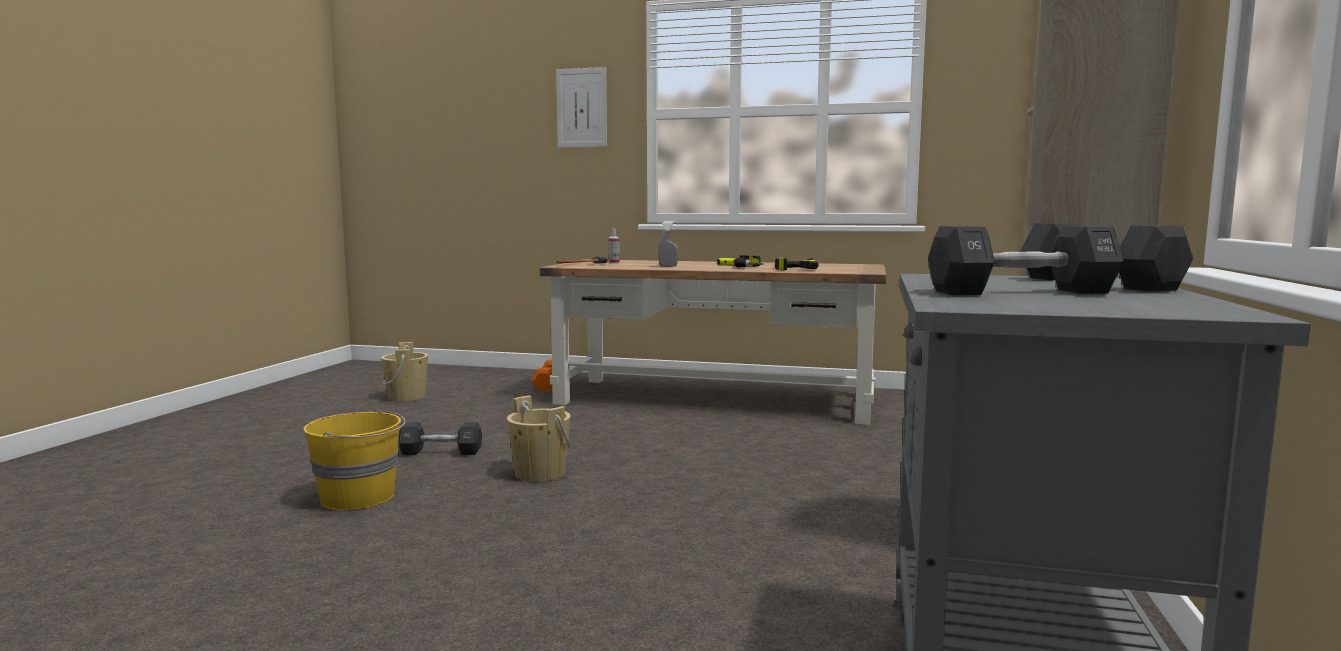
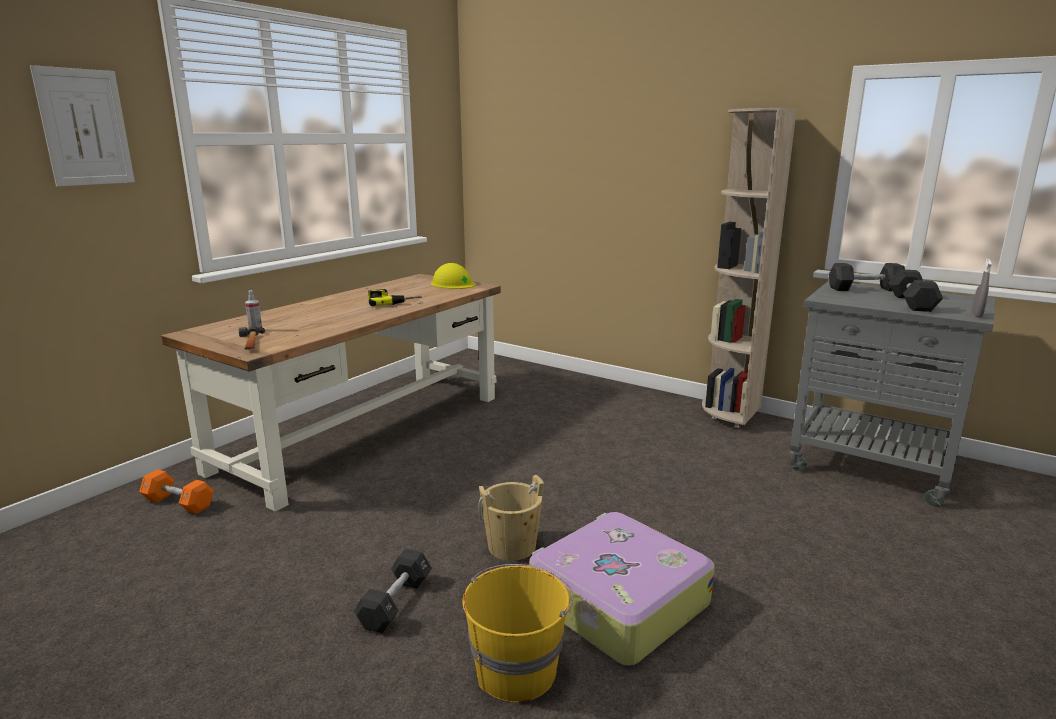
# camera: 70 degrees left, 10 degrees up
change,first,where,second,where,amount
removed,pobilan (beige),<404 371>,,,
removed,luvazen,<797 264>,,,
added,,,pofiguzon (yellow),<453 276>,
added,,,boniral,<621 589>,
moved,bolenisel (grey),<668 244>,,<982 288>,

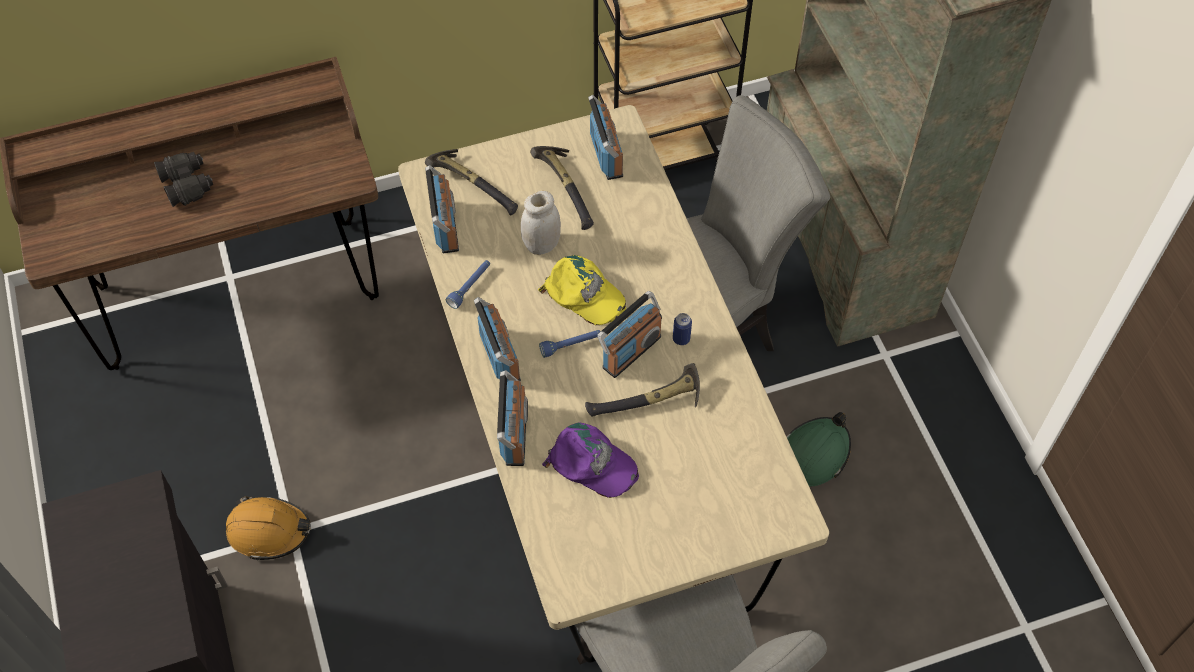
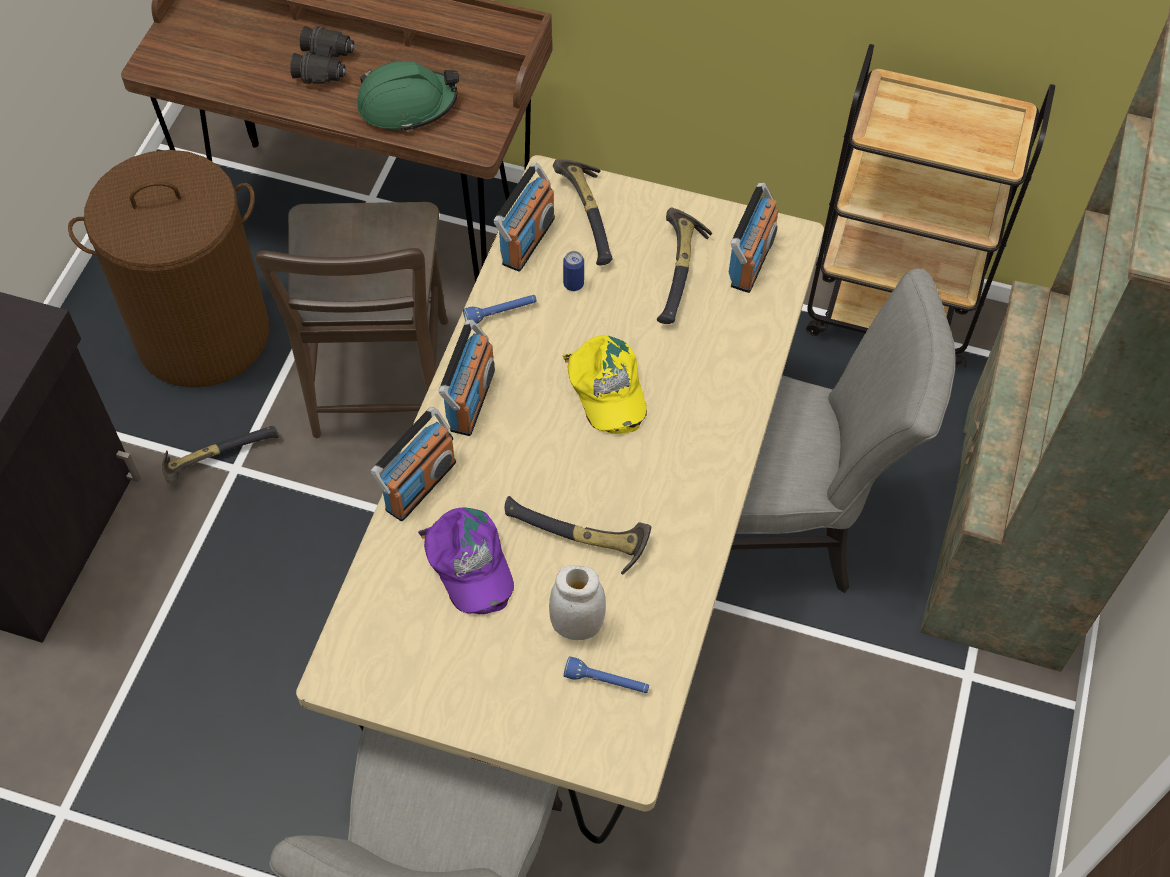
# camera: 35 degrees right, 0 degrees up
change,first,where,second,where,amount
removed,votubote,<629 334>,,,
added,,,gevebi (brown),<168 269>,
added,,,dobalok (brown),<351 320>,
moved,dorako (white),<541 223>,,<577 602>,
moved,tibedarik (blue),<569 344>,,<606 675>,
moved,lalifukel,<682 329>,,<573 271>,
moved,pofiguzon (green),<818 449>,,<408 96>,
replaced,pofiguzon (orange),<268 528>,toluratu,<220 454>,

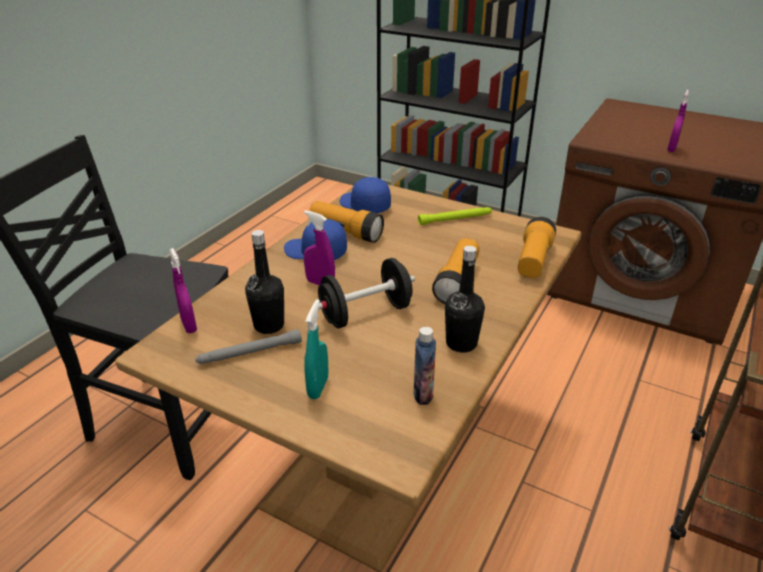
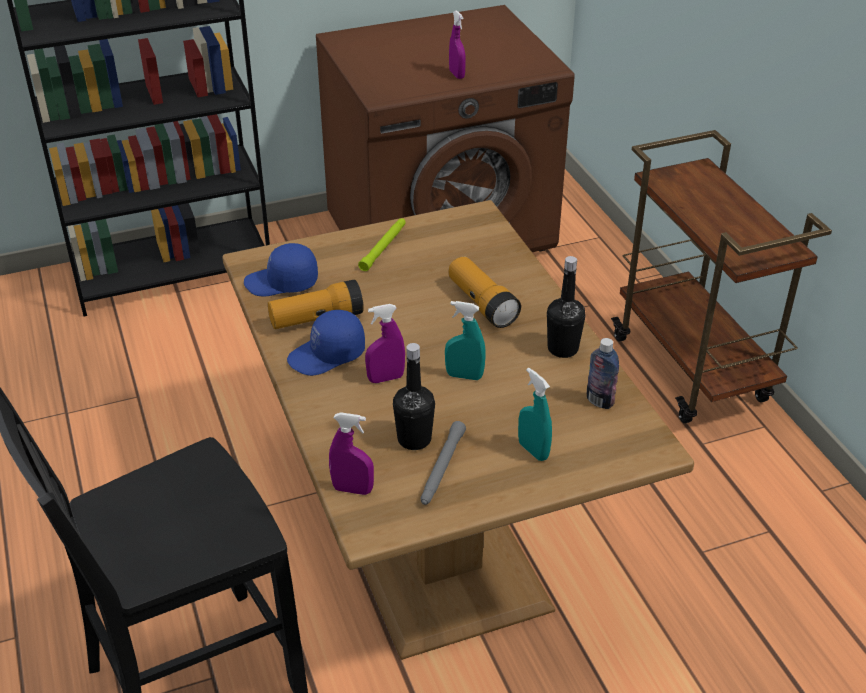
# camera: 50 degrees left, 5 degrees up
change,first,where,second,where,amount
removed,tibedarik,<537 247>,,,
replaced,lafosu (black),<366 293>,bolenisel (turquoise),<465 340>,

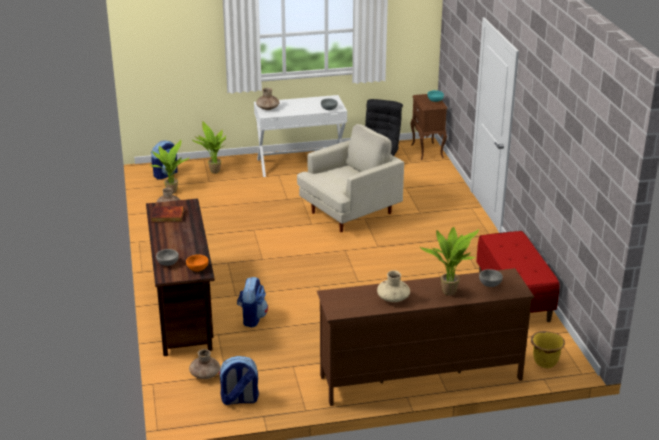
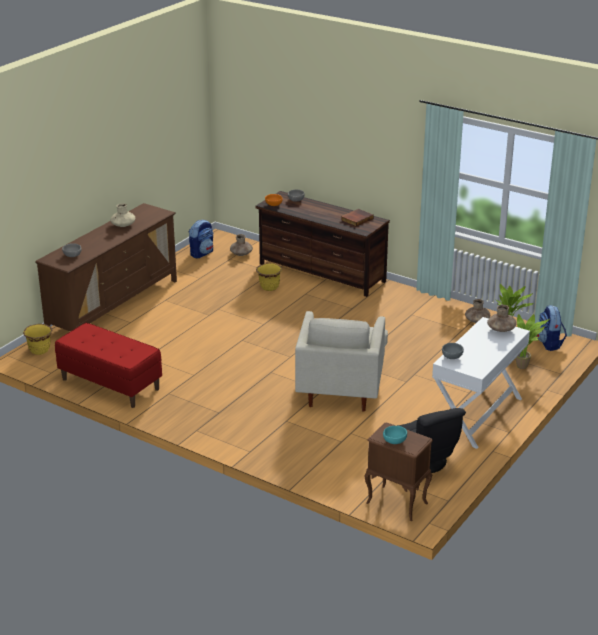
# camera: 135 degrees right, 0 degrees up
change,first,where,second,where,amount
removed,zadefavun,<449 261>,,,
replaced,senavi,<252 302>,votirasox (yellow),<269 277>,

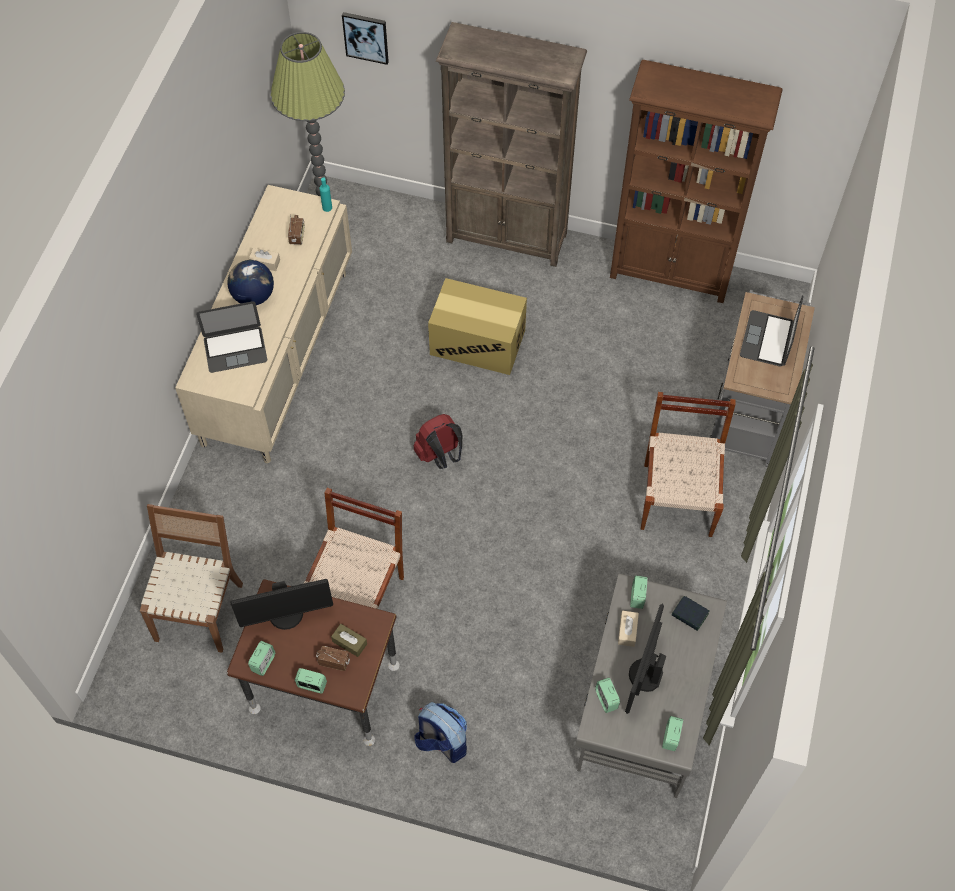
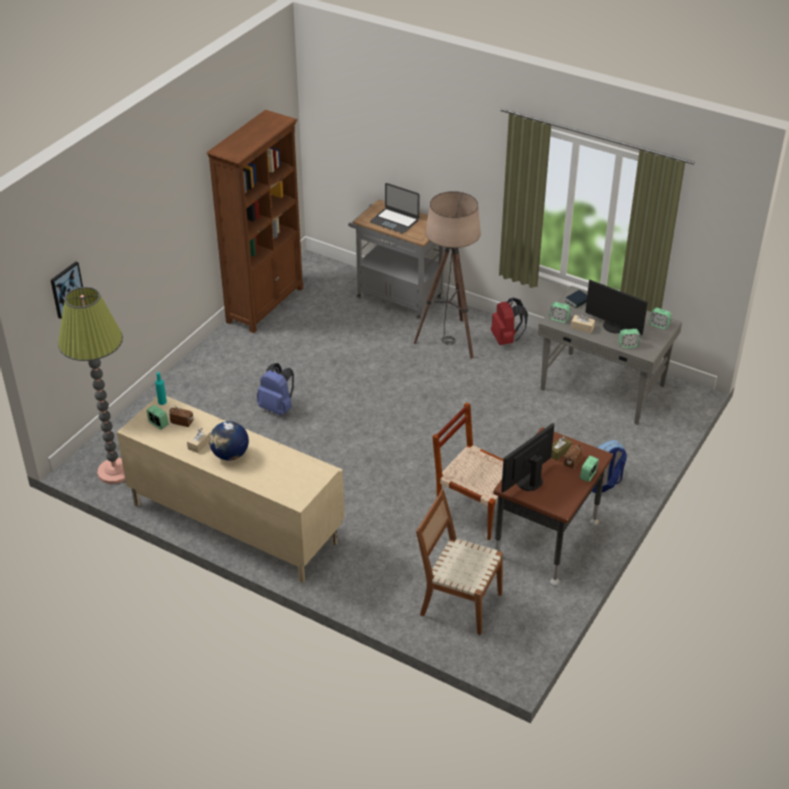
# camera: 75 degrees left, 20 degrees down
change,first,where,second,where,amount
removed,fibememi,<231 337>,,,
removed,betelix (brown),<511 144>,,,
moved,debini,<261 658>,,<158 417>,
moved,senavi (red),<438 441>,,<509 321>,
replaced,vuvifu,<477 326>,senavi (blue),<275 389>,
replaced,dobalok,<688 464>,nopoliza,<447 275>,
turned,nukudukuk,<281 604>,,<527 458>,135 degrees counterclockwise

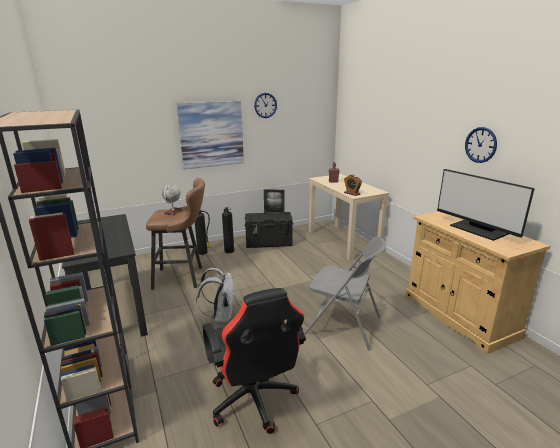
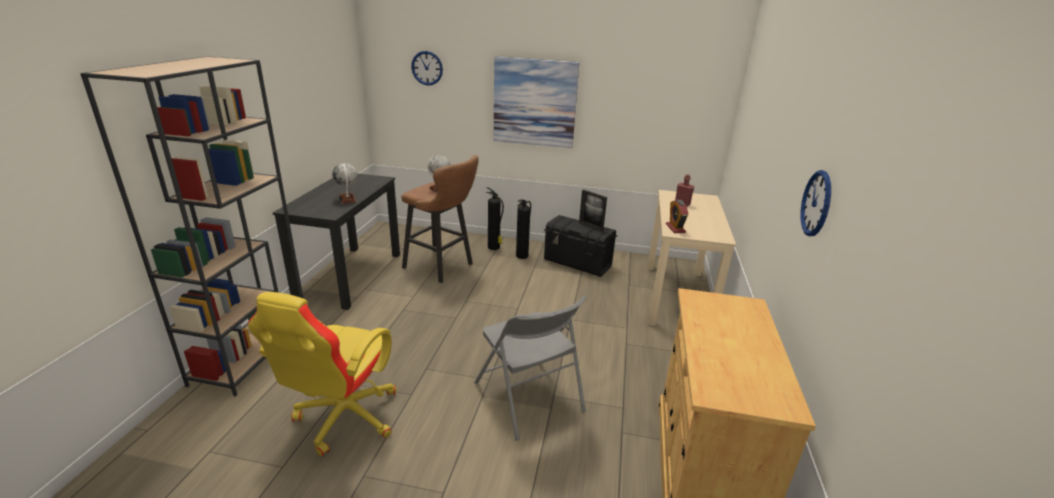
# camera: 35 degrees right, 5 degrees up
change,first,where,second,where,amount
removed,senavi (white),<216 295>,,,
removed,nukudukuk,<486 205>,,,
added,,,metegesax,<344 183>,
moved,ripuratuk,<265 105>,,<427 68>,
recoloured,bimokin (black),<254 361>,bimokin (yellow),<322 374>,

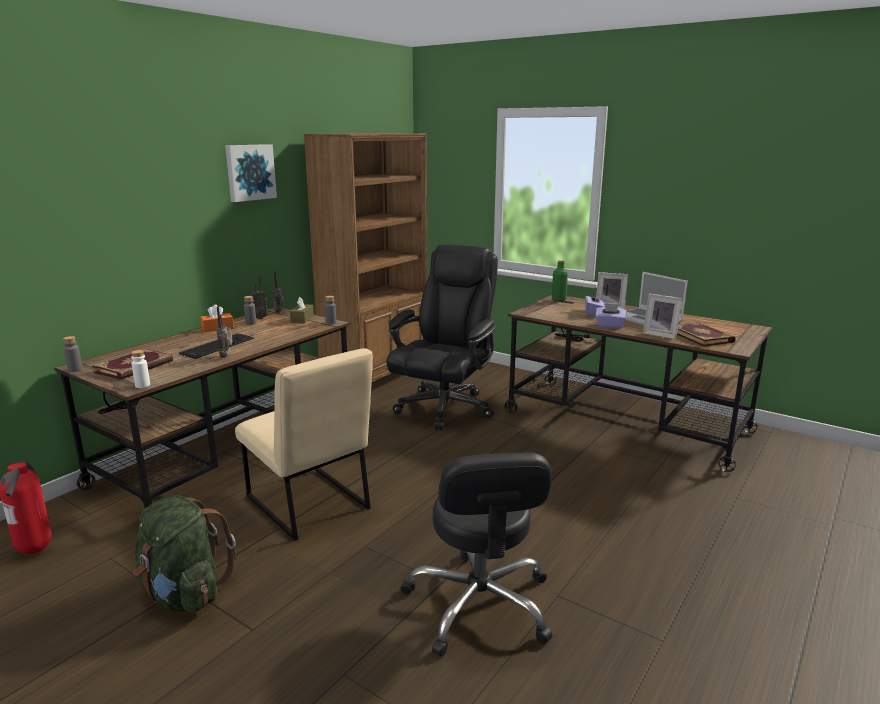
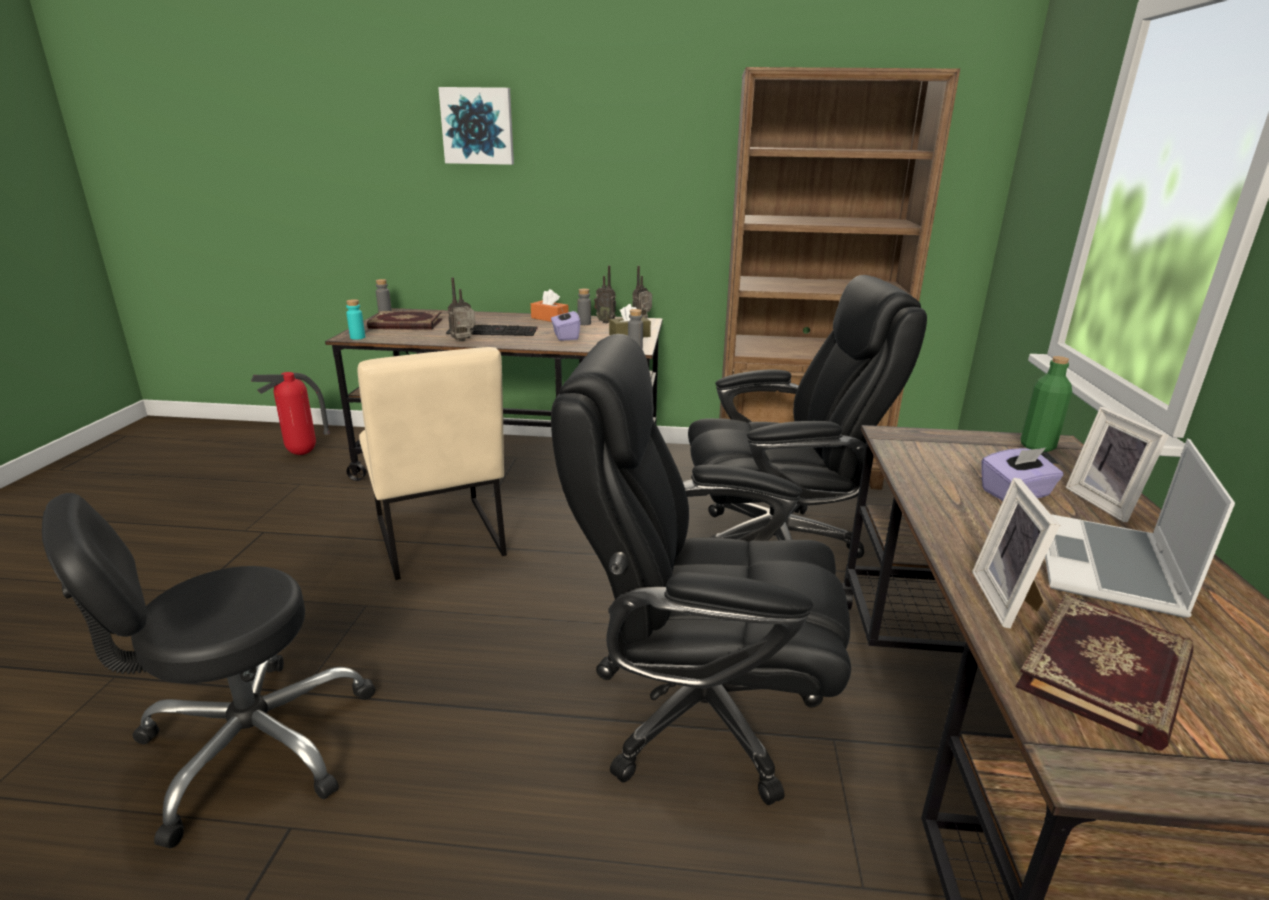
# camera: 60 degrees right, 5 degrees up
change,first,where,second,where,amount
removed,senavi (green),<184 554>,,,
added,,,bimokin (black),<701 569>,
moved,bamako,<251 173>,,<476 126>,
moved,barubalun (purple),<610 316>,,<565 324>,
recoloured,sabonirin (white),<140 369>,sabonirin (turquoise),<355 319>,
turned,dobalok (beige),<304 444>,,<432 463>,45 degrees counterclockwise

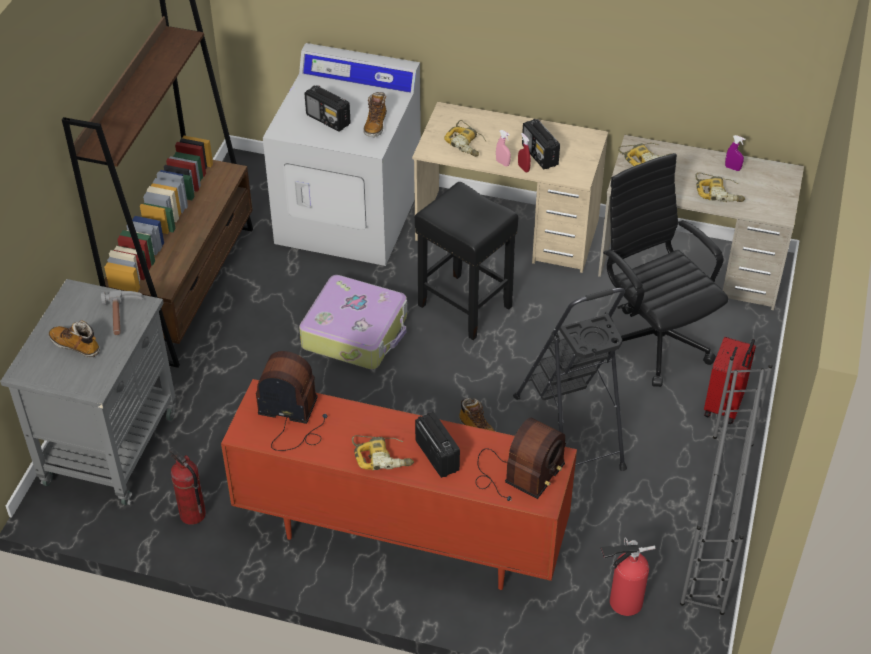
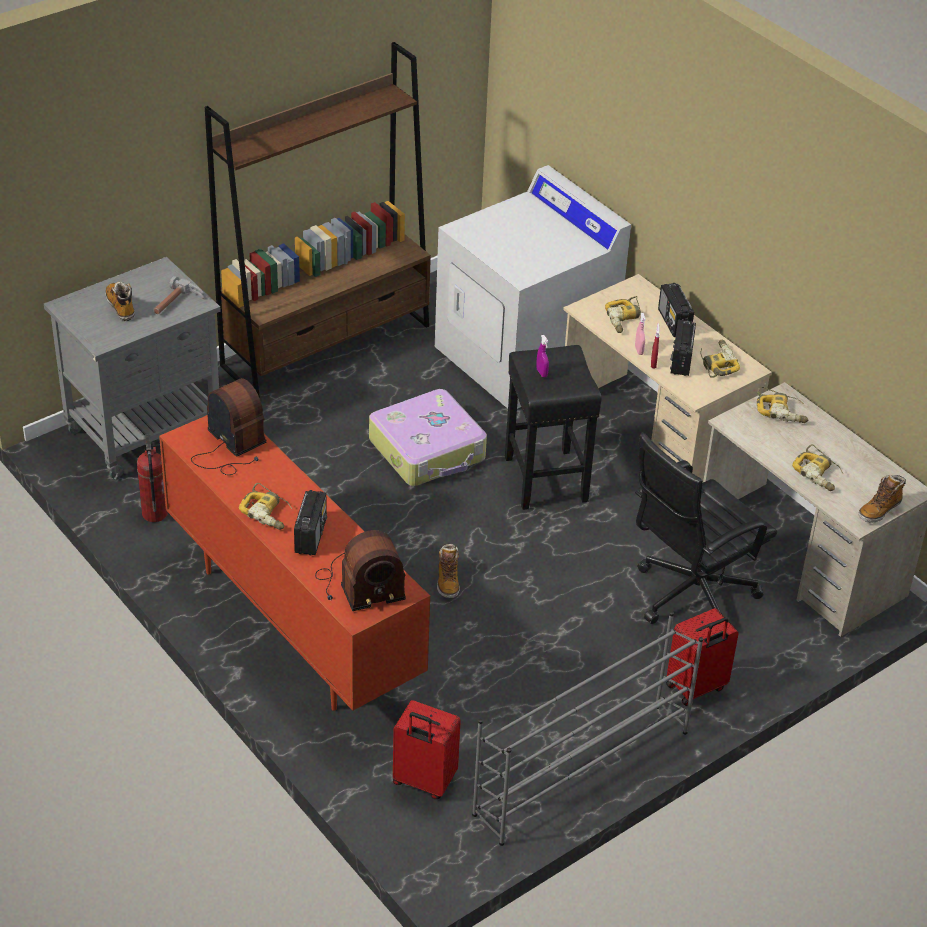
# camera: 35 degrees right, 5 degrees down
change,first,where,second,where,amount
removed,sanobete,<570 379>,,,
added,,,luvazen,<720 359>,
moved,votubote,<327 108>,,<676 310>,
moved,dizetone,<375 114>,,<882 499>,
moved,bolenisel (purple),<735 153>,,<542 356>,
replaced,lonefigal,<628 576>,boniral (red),<427 749>,
turned,bimokin (black),<665 270>,,<706 528>,135 degrees counterclockwise

